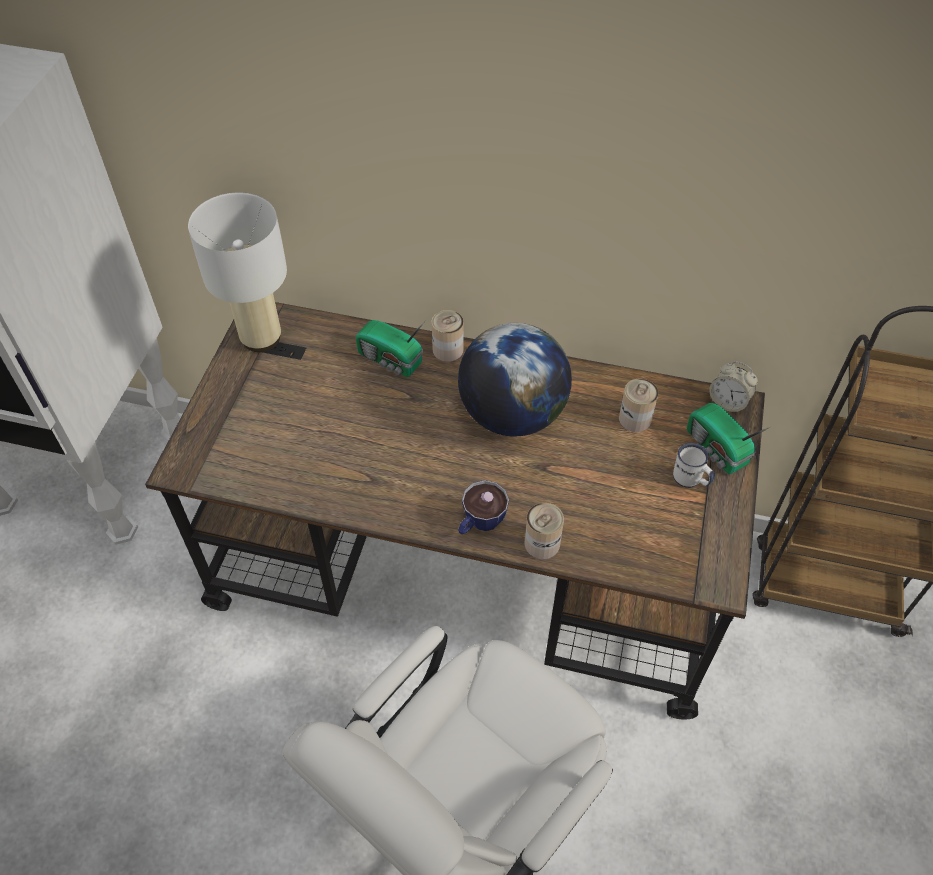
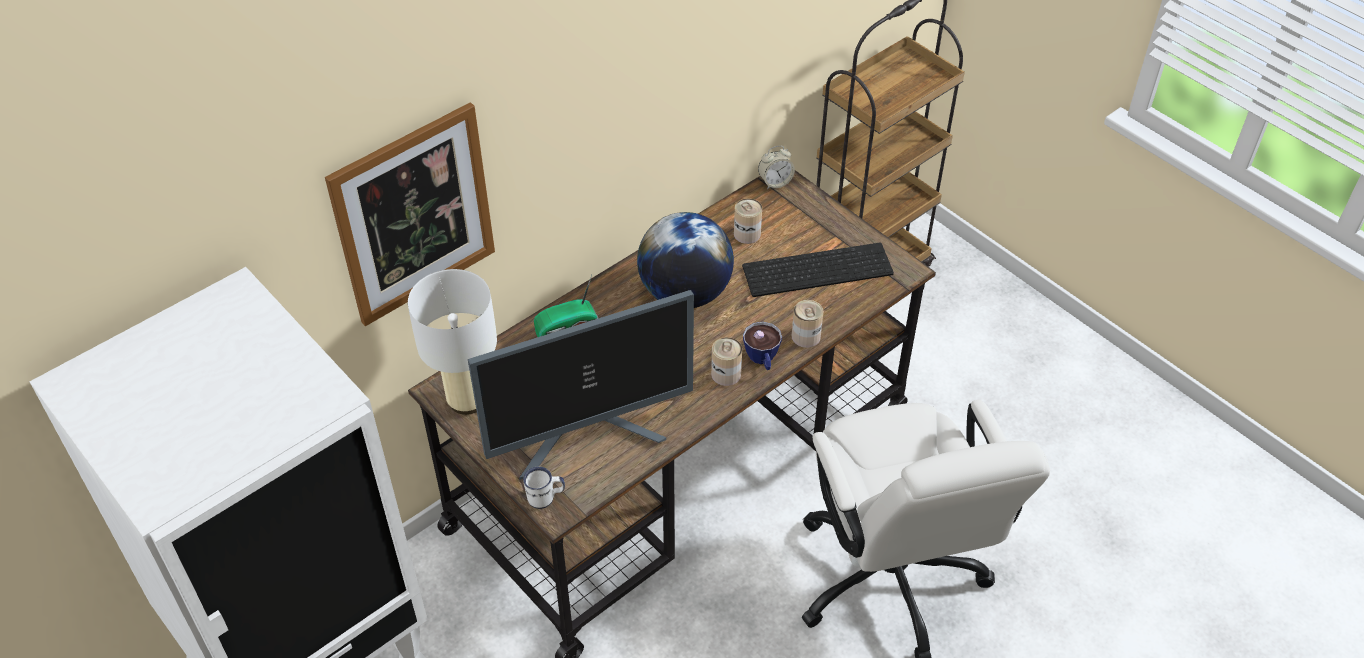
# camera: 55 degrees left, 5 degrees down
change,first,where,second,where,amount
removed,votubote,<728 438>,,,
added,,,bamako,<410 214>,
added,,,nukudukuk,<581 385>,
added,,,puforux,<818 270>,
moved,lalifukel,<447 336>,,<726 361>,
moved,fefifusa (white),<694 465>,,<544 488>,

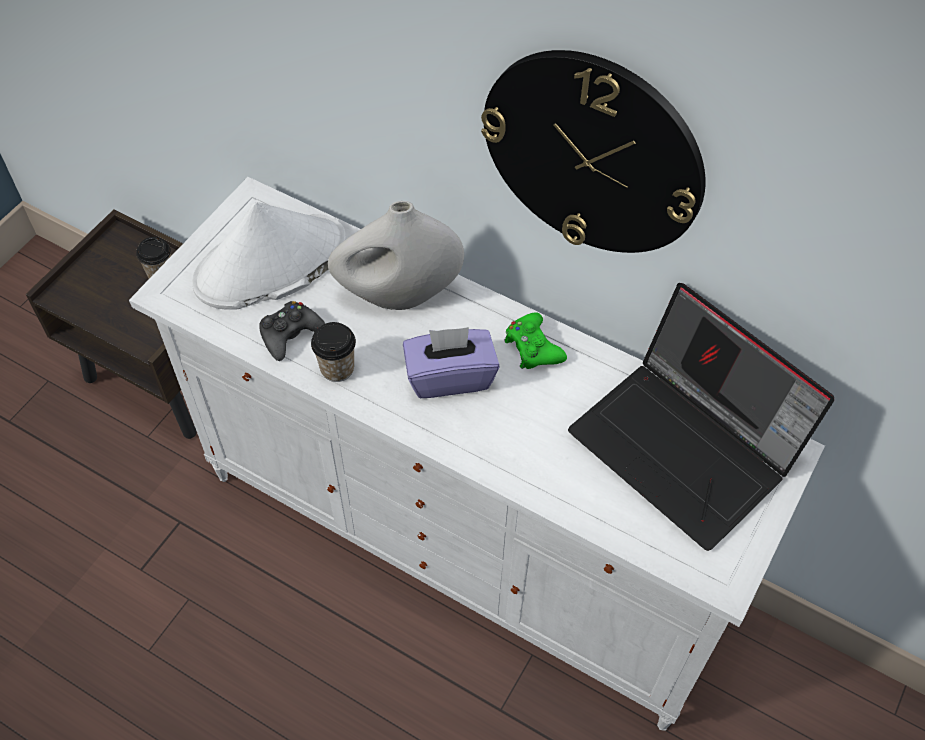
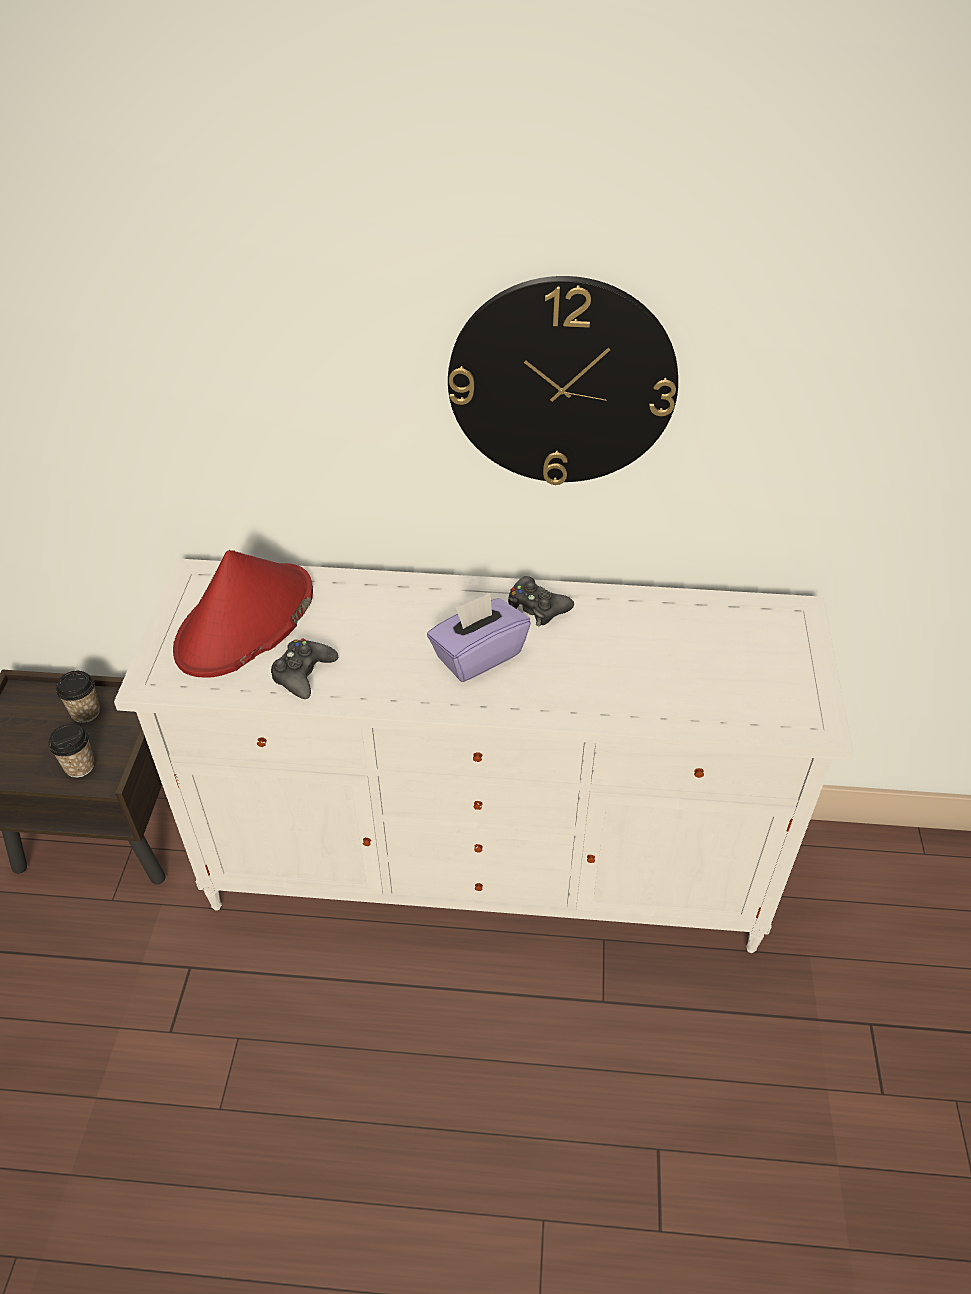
# camera: 25 degrees left, 10 degrees down
change,first,where,second,where,amount
removed,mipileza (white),<396 255>,,,
removed,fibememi,<701 417>,,,
moved,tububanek,<333 352>,,<71 751>,
recoloured,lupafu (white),<269 256>,lupafu (red),<243 614>,
recoloured,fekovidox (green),<535 340>,fekovidox (black),<541 601>,

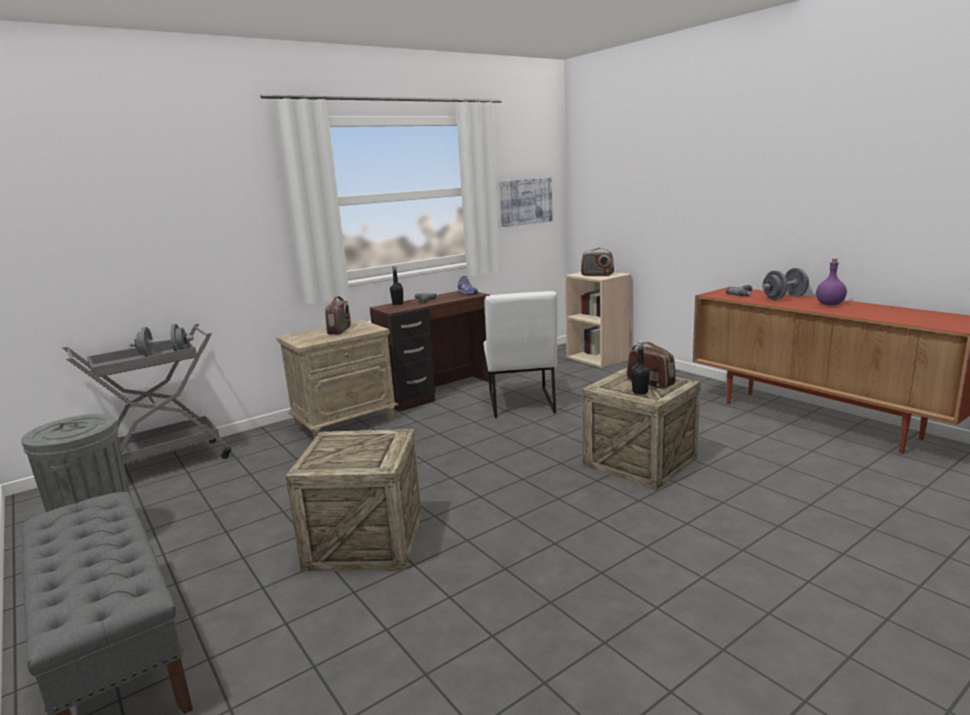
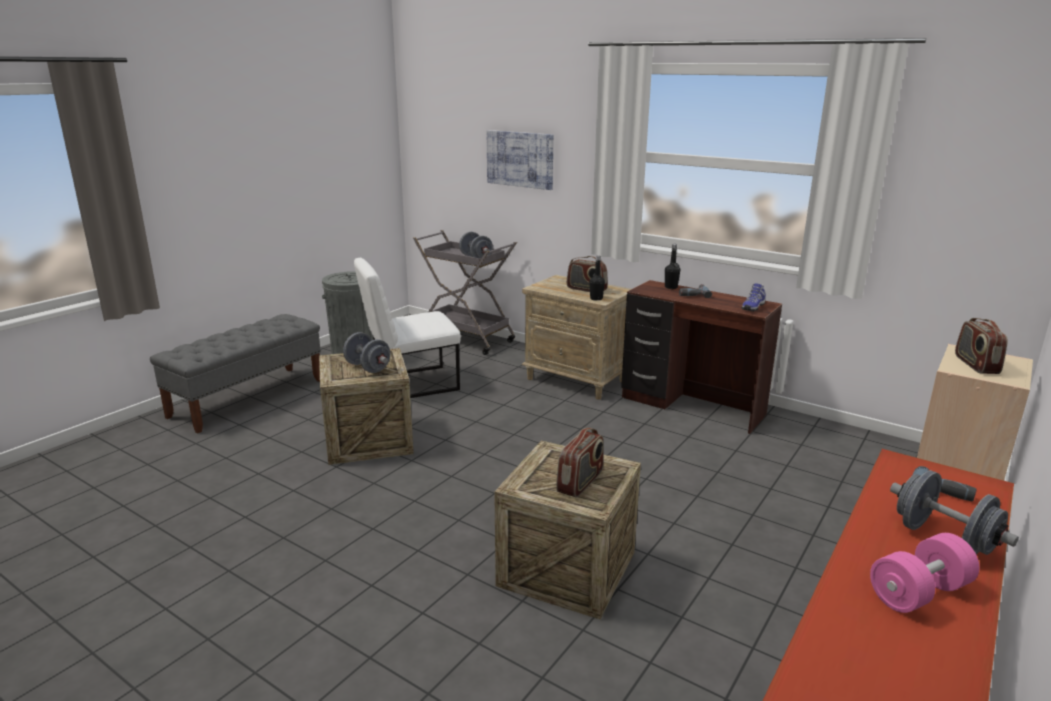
# camera: 70 degrees right, 5 degrees up
change,first,where,second,where,amount
added,,,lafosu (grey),<366 352>,
moved,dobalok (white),<520 354>,,<407 328>,
moved,bamako,<526 202>,,<520 160>,
moved,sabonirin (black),<640 368>,,<597 278>,
replaced,sabonirin (purple),<831 281>,lafosu (pink),<924 573>,
turned,votubote,<338 315>,,<587 274>,45 degrees clockwise

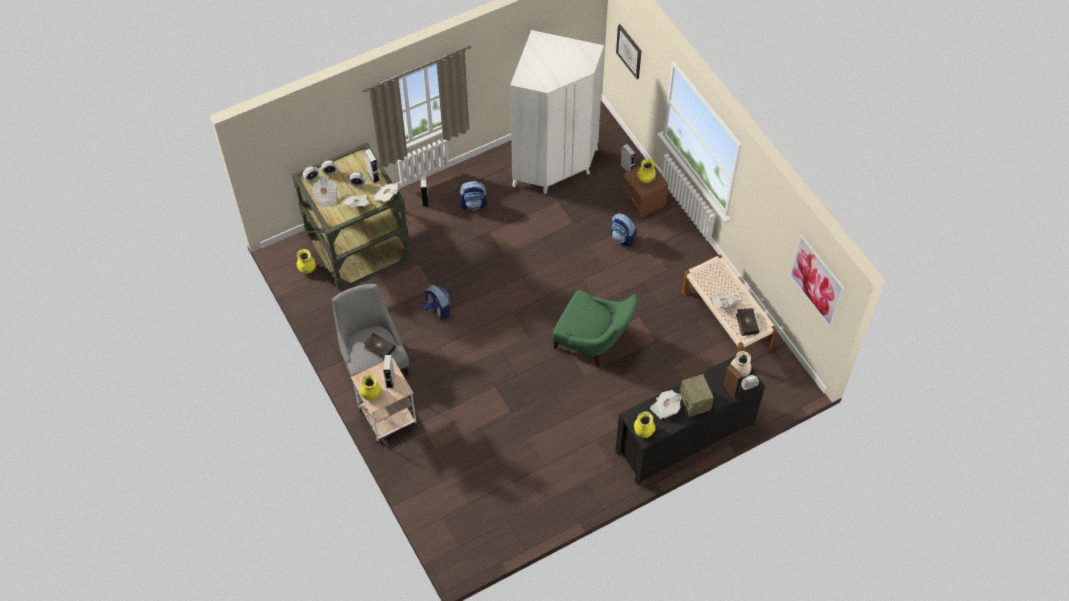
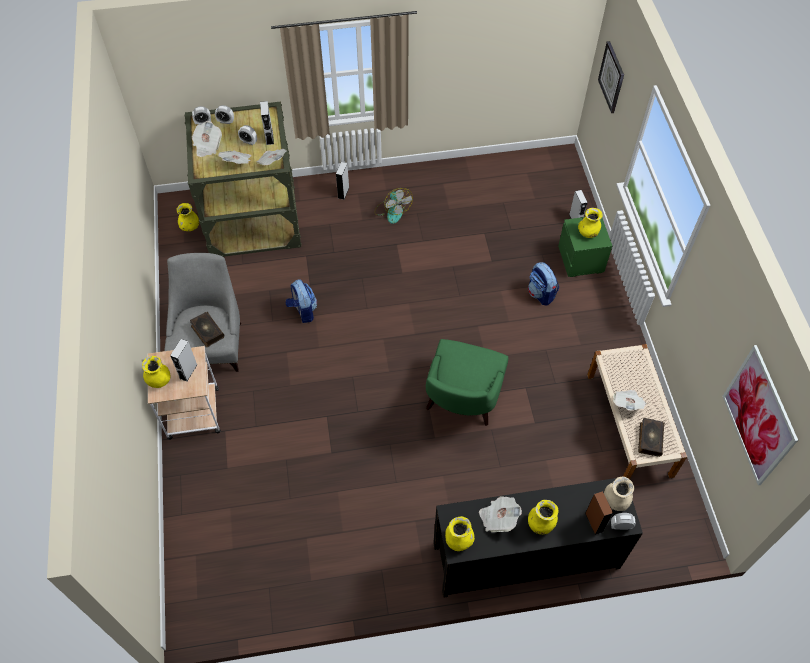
# camera: 20 degrees right, 0 degrees up
change,first,where,second,where,amount
removed,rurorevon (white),<557 112>,,,
replaced,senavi,<473 195>,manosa,<393 206>,
replaced,votubote,<696 395>,mipileza (yellow),<543 517>,
recoloured,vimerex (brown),<645 192>,vimerex (green),<585 247>,
turned,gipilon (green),<594 328>,,<467 382>,60 degrees clockwise

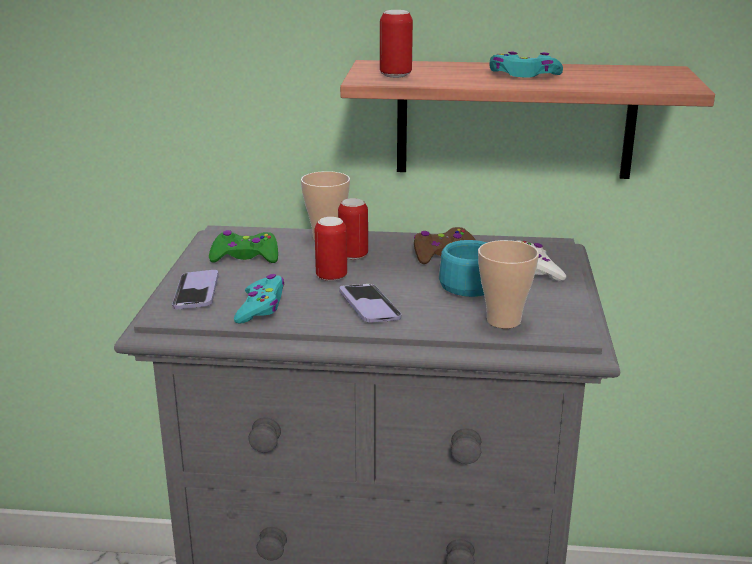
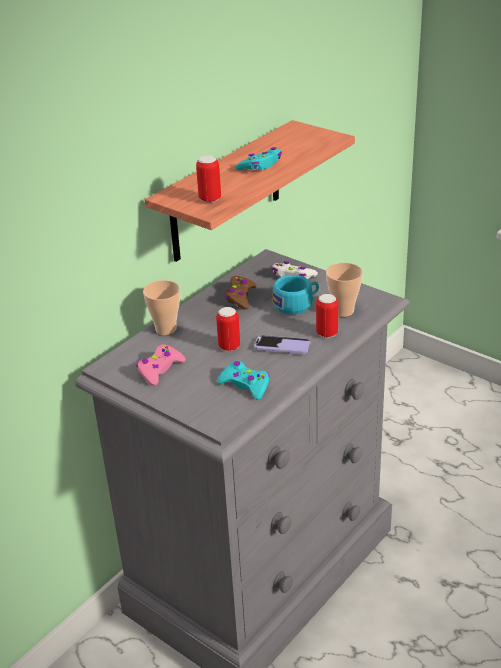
# camera: 55 degrees left, 10 degrees up
change,first,where,second,where,amount
removed,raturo,<195 290>,,,
moved,lalifukel,<353 229>,,<327 316>,
recoloured,fekovidox (green),<243 246>,fekovidox (pink),<161 365>,

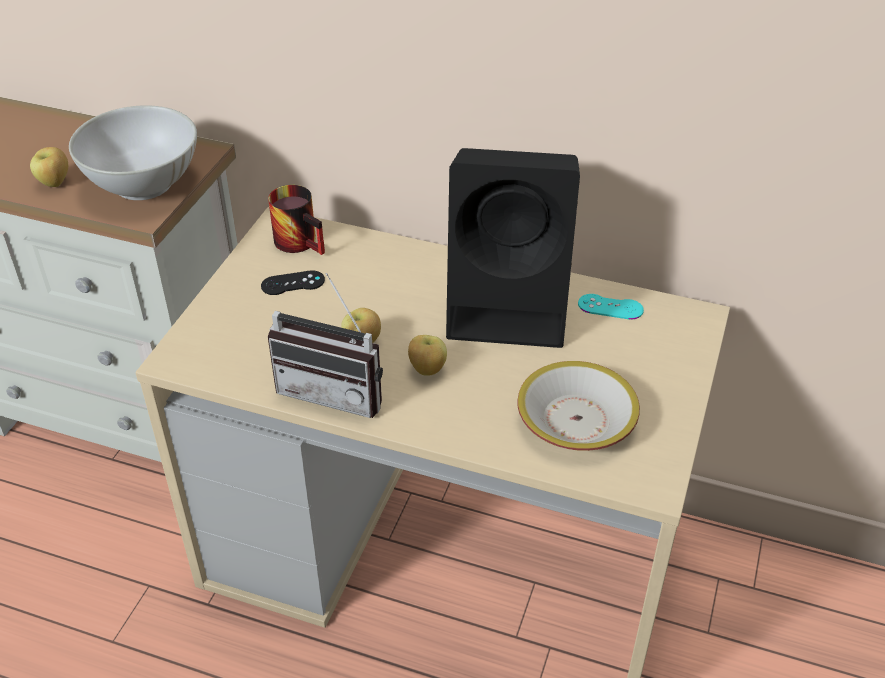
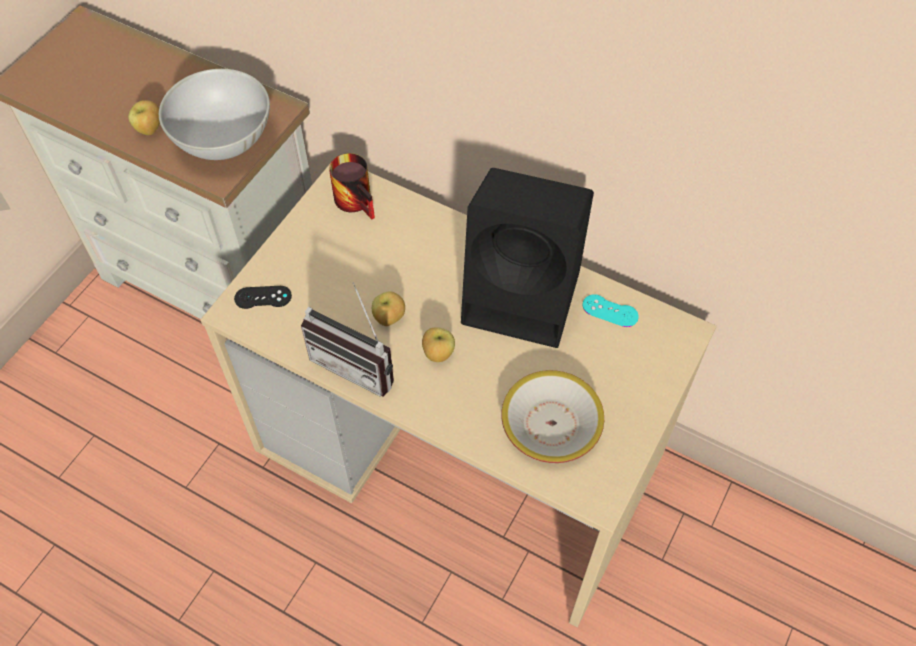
# camera: 10 degrees right, 15 degrees up
change,first,where,second,where,amount
moved,fekovidox (black),<293 282>,,<263 297>,

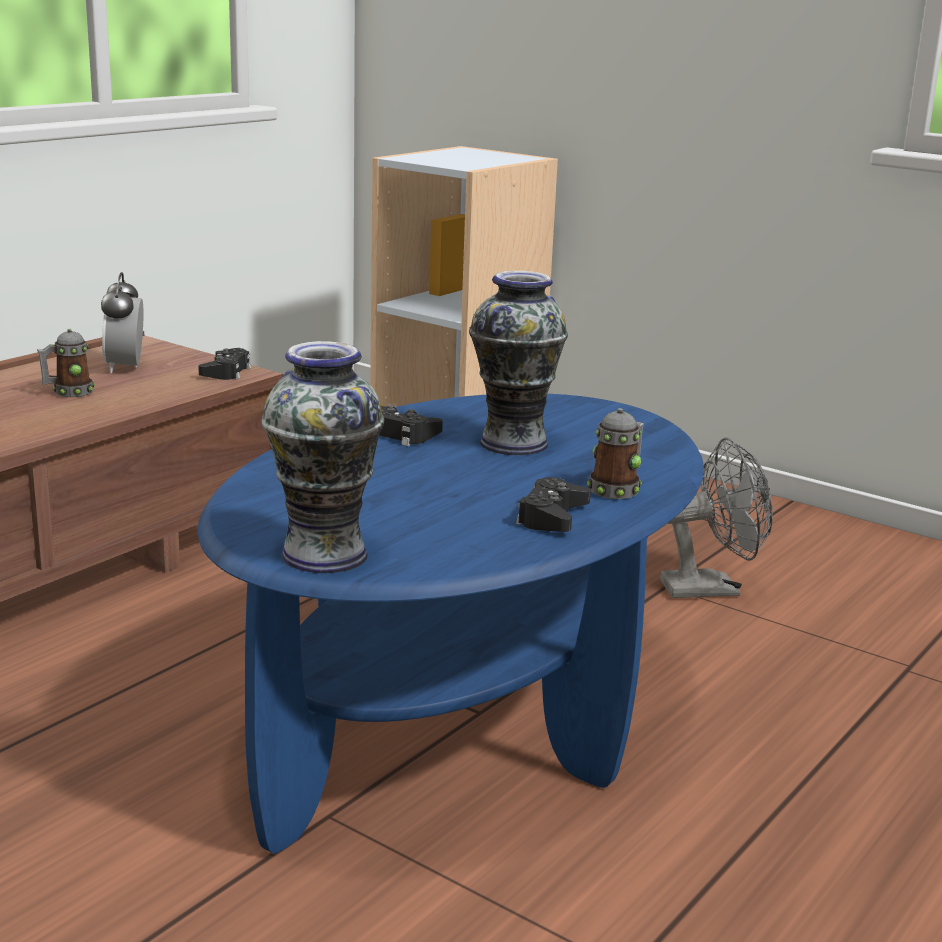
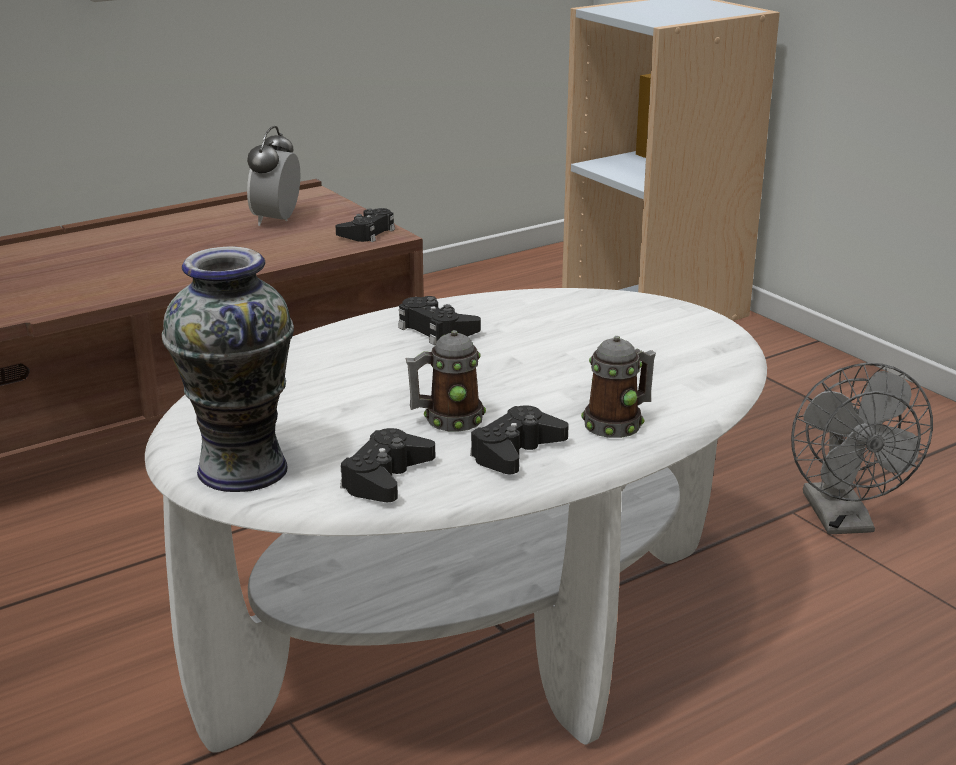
# camera: 20 degrees right, 5 degrees up
change,first,where,second,where,amount
removed,mipileza,<518 363>,,,
added,,,fekovidox (black),<387 465>,
moved,fefifusa,<66 363>,,<446 381>,
recoloured,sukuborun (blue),<451 623>,sukuborun (white),<456 520>,
turned,manosa (grey),<716 517>,,<862 448>,75 degrees clockwise

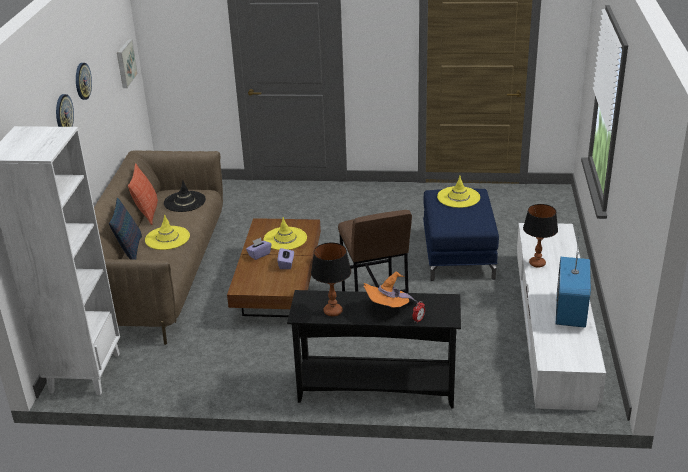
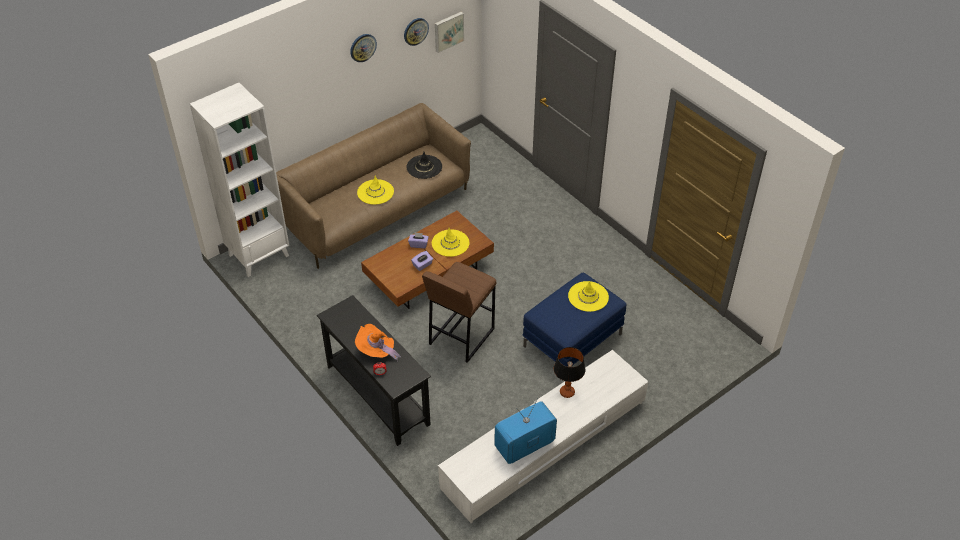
# camera: 45 degrees right, 15 degrees up
change,first,where,second,where,amount
removed,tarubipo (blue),<125 229>,,,
removed,tarubipo (orange),<143 194>,,,
removed,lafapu,<331 279>,,,
moved,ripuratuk,<65 110>,,<416 32>,

